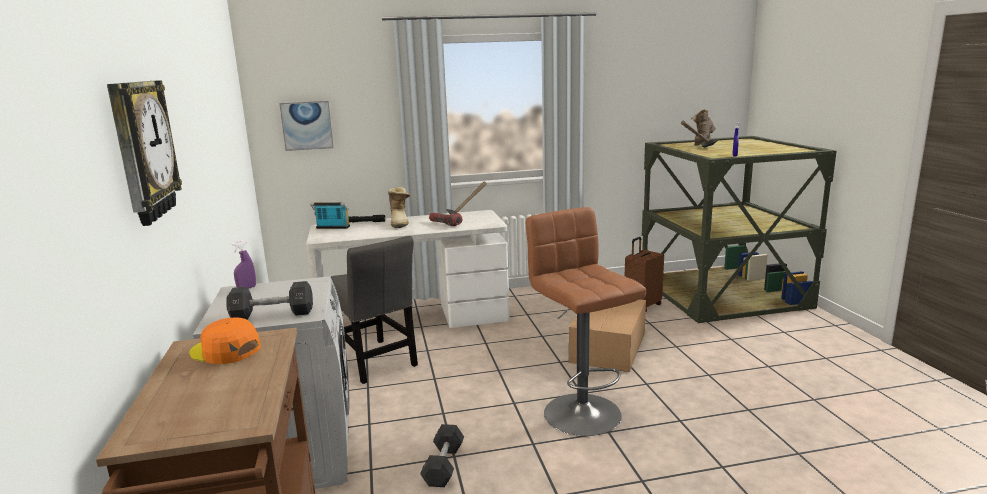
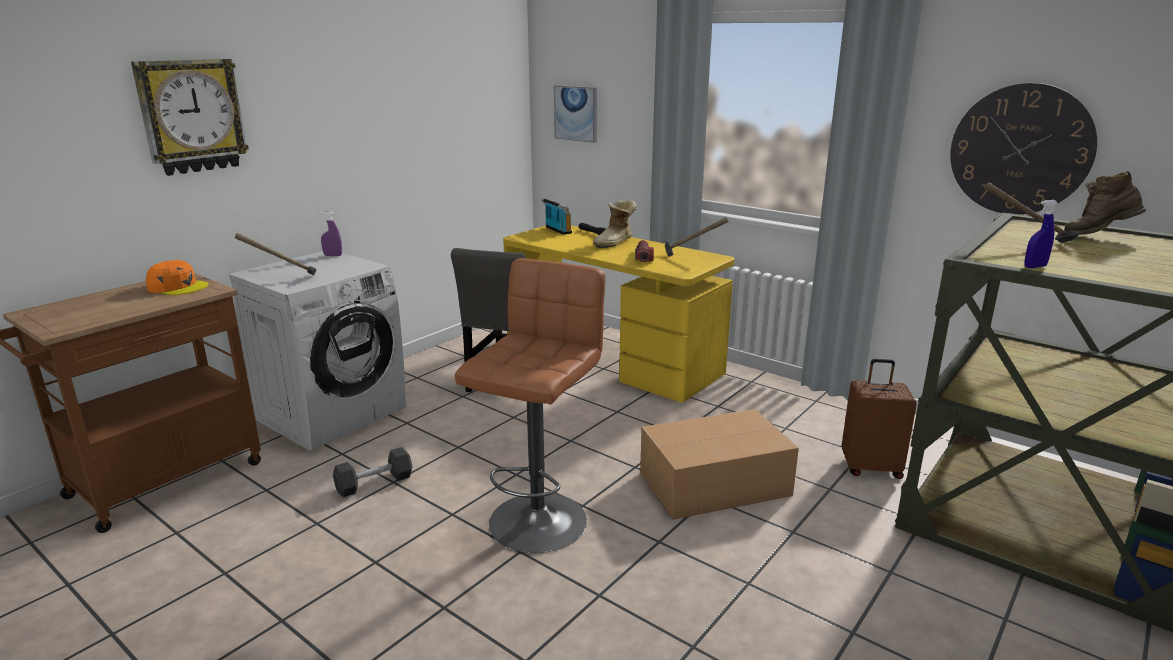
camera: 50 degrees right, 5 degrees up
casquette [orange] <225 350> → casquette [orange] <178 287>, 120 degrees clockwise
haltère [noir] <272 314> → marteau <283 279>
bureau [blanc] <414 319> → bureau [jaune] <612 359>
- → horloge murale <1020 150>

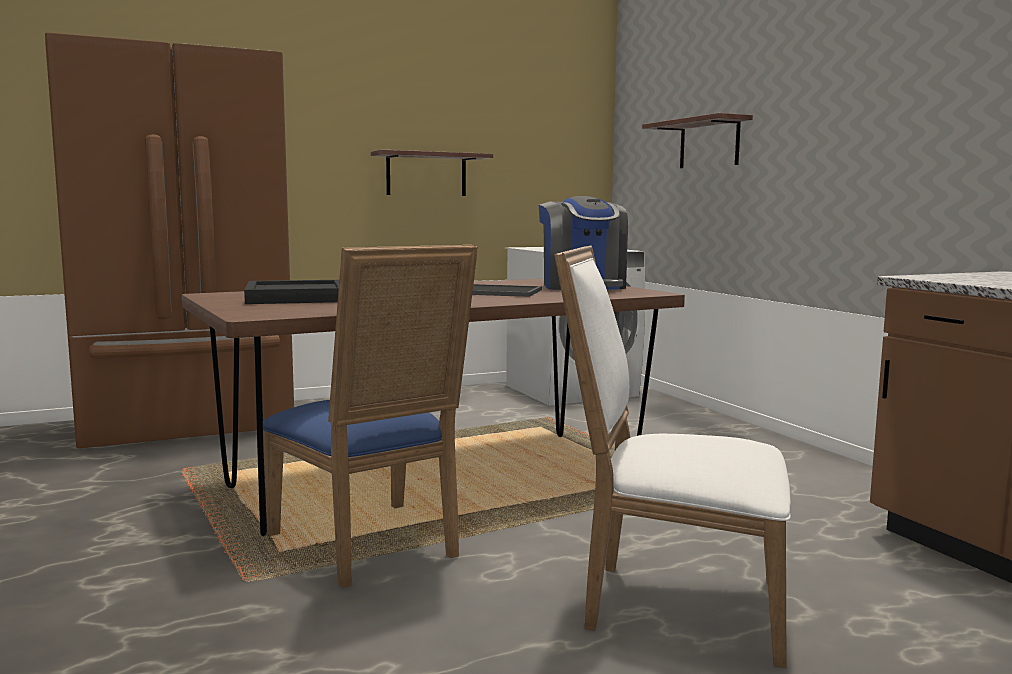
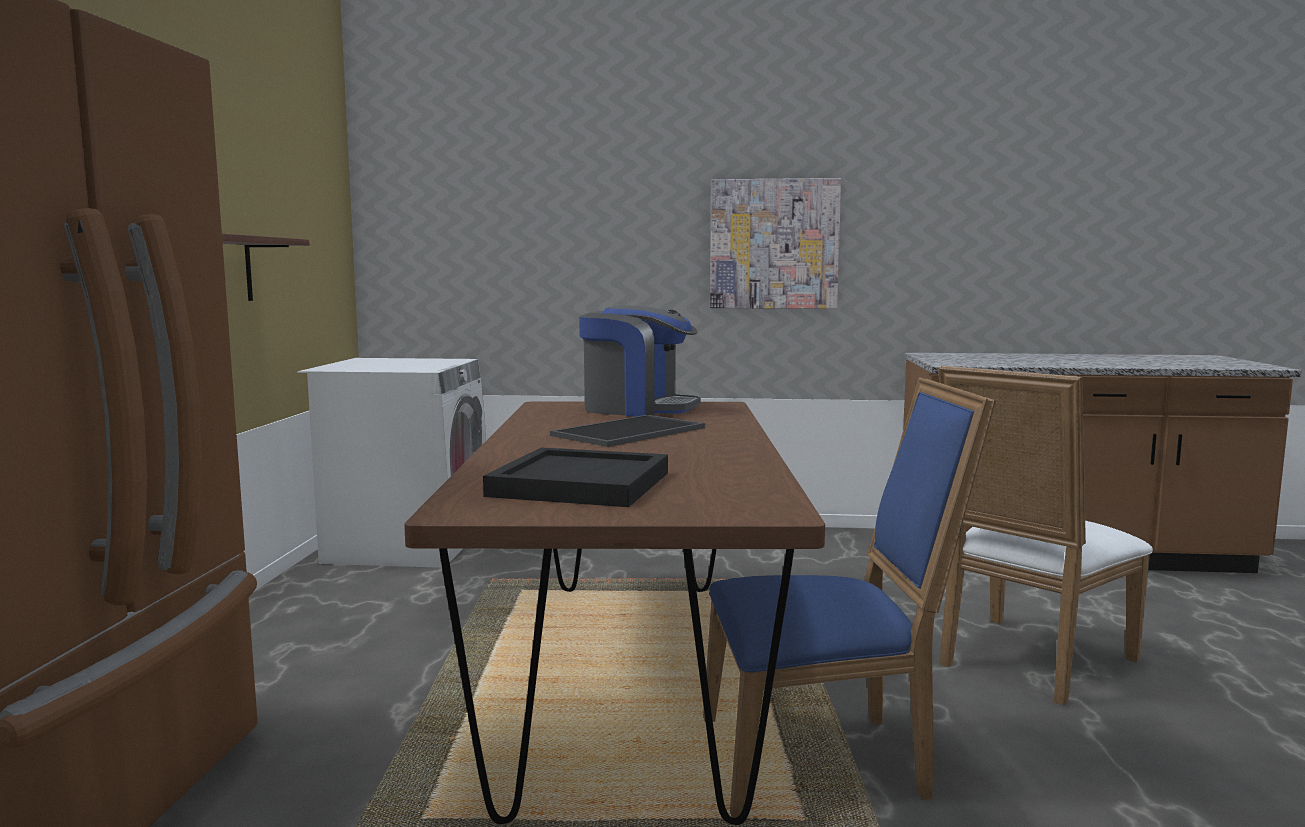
camera: 60 degrees left, 0 degrees up
étagère <709 143> → -
- → tableau <774 244>

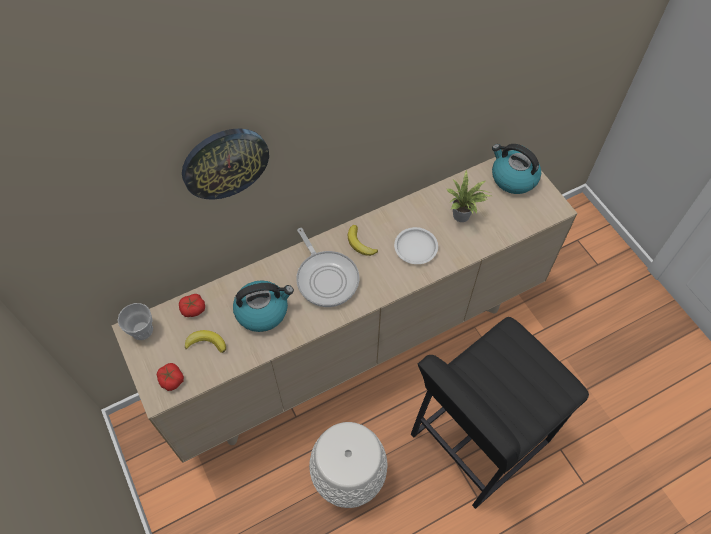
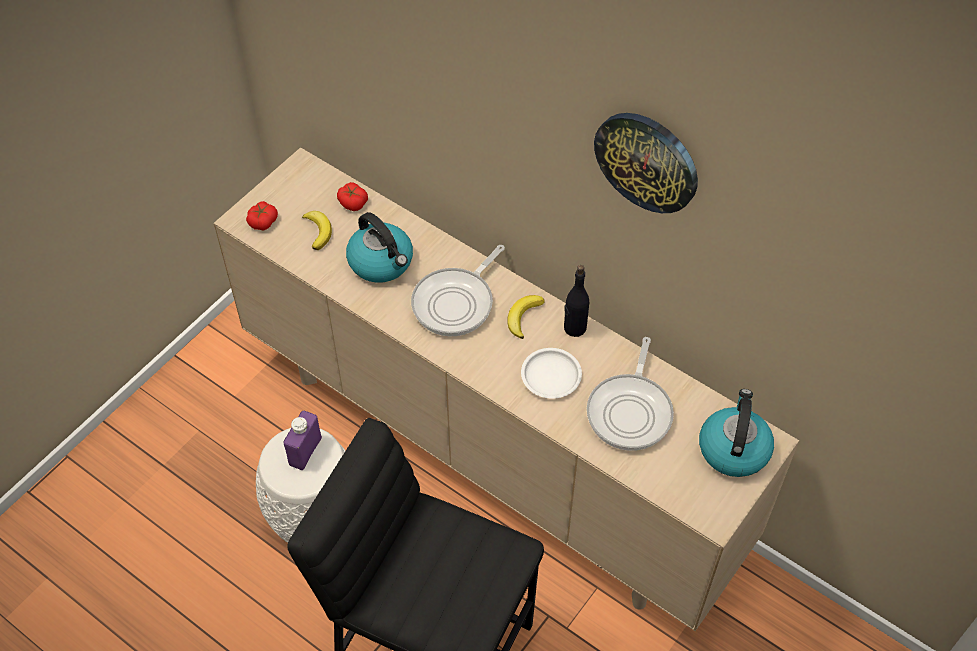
camera: 65 degrees right, 5 degrees down
tasse <142 330> → -
horloge murale <225 162> → horloge murale <647 161>, moved
plante en pot <463 216> → poêle <630 411>
- → bouteille [violet] <305 451>
- → bouteille [noir] <574 328>

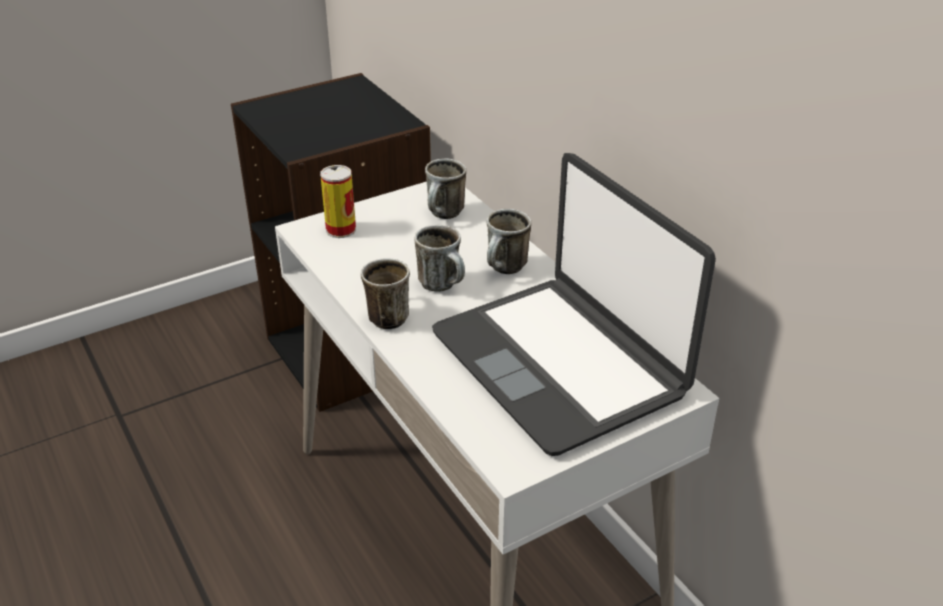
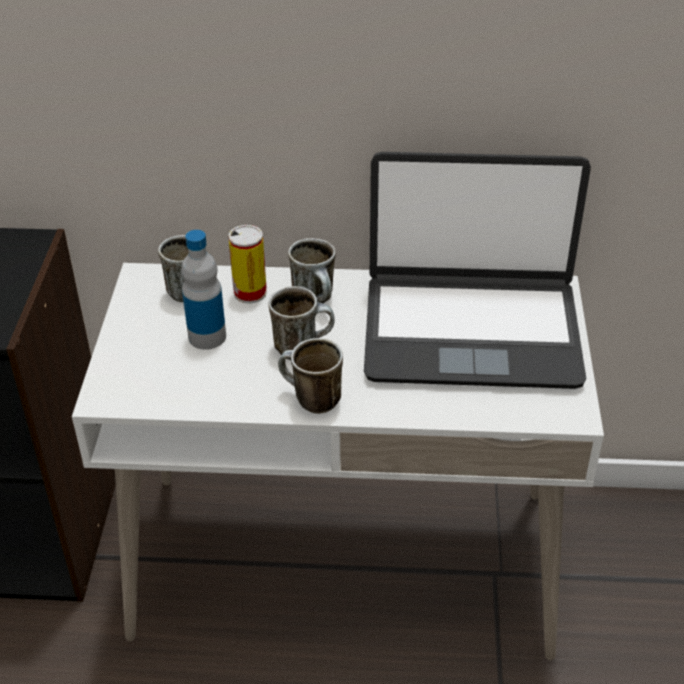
camera: 55 degrees left, 5 degrees up
boîte métallique <341 230> → boîte métallique <250 292>, moved
- → bouteille <207 336>

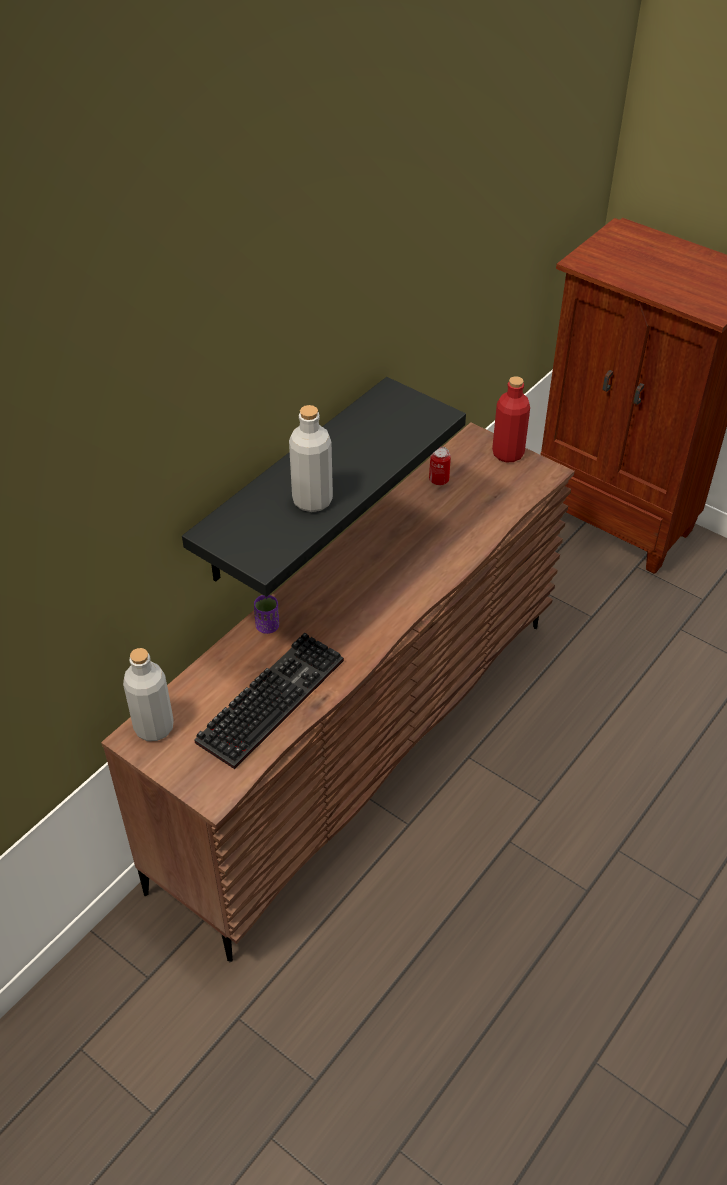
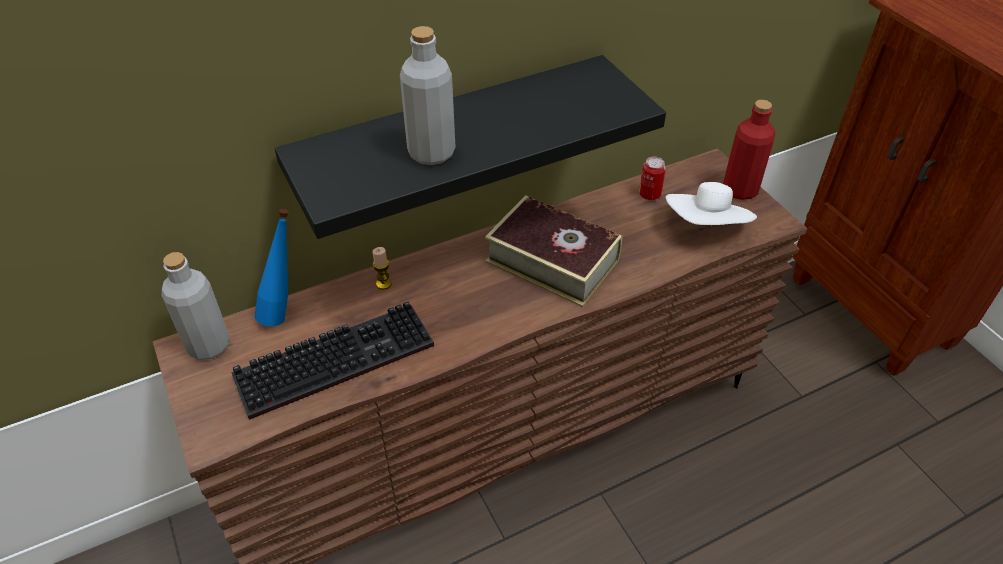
camera: 25 degrees right, 0 degrees up
tasse [violet] <267 626> → bougie <383 283>
- → bouteille [bleu] <284 311>
- → livre <552 261>
- → chapeau [blanc] <707 227>

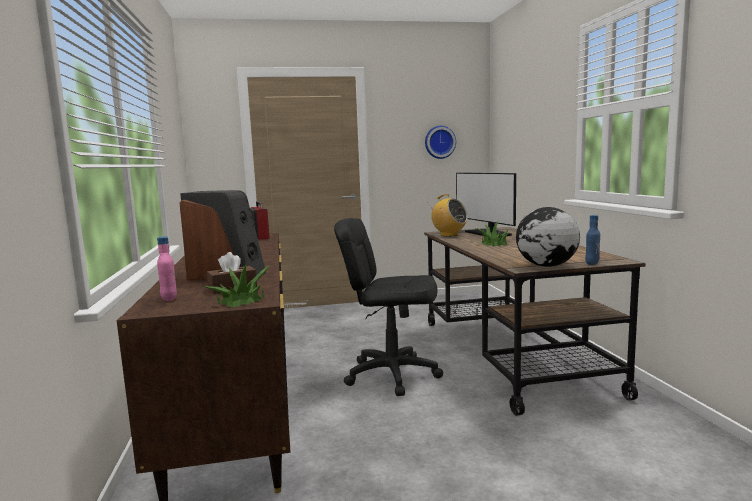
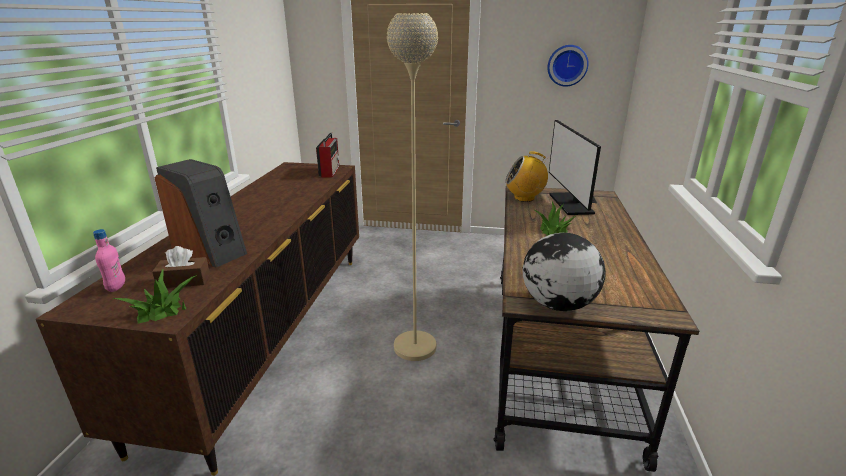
camera: 20 degrees right, 15 degrees up
chaise de bureau [noir] <392 374> → lampadaire [beige] <415 346>
radio <449 235> → radio <524 198>, 120 degrees clockwise
bouteille [bleu] <592 263> → -

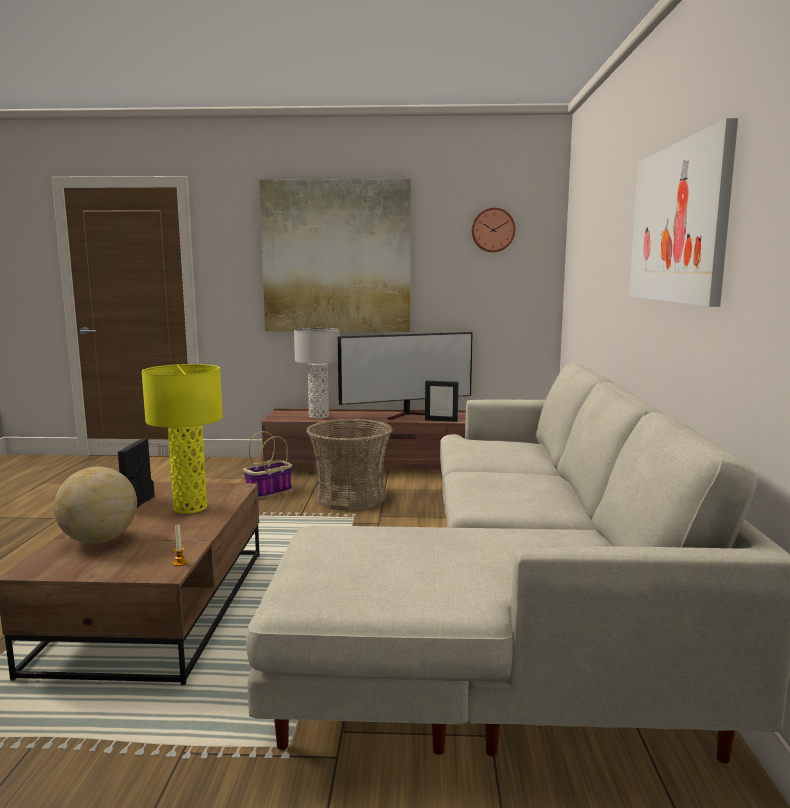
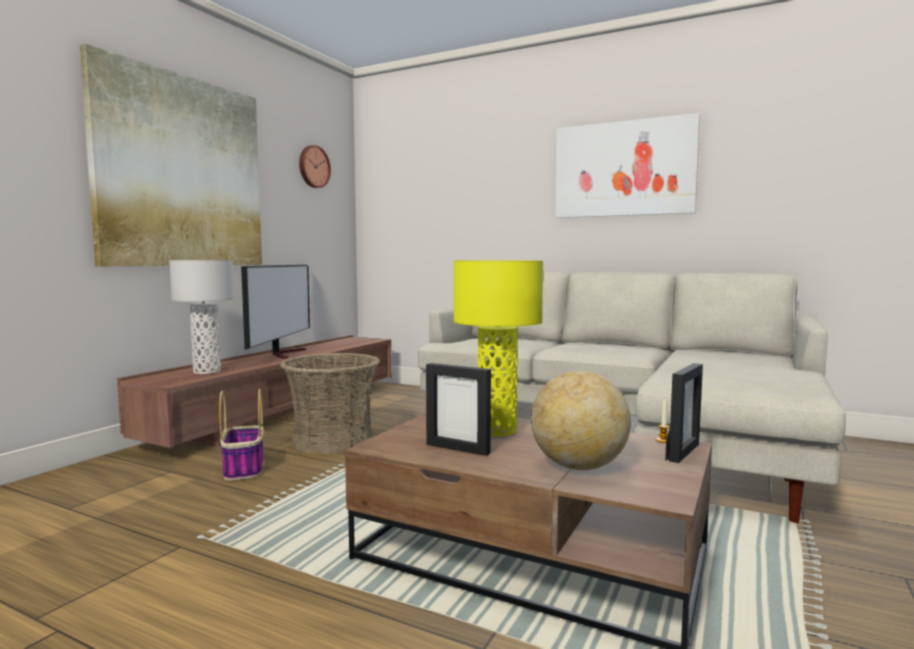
camera: 65 degrees left, 5 degrees down
cadre photo <441 420> → cadre photo <682 452>, moved

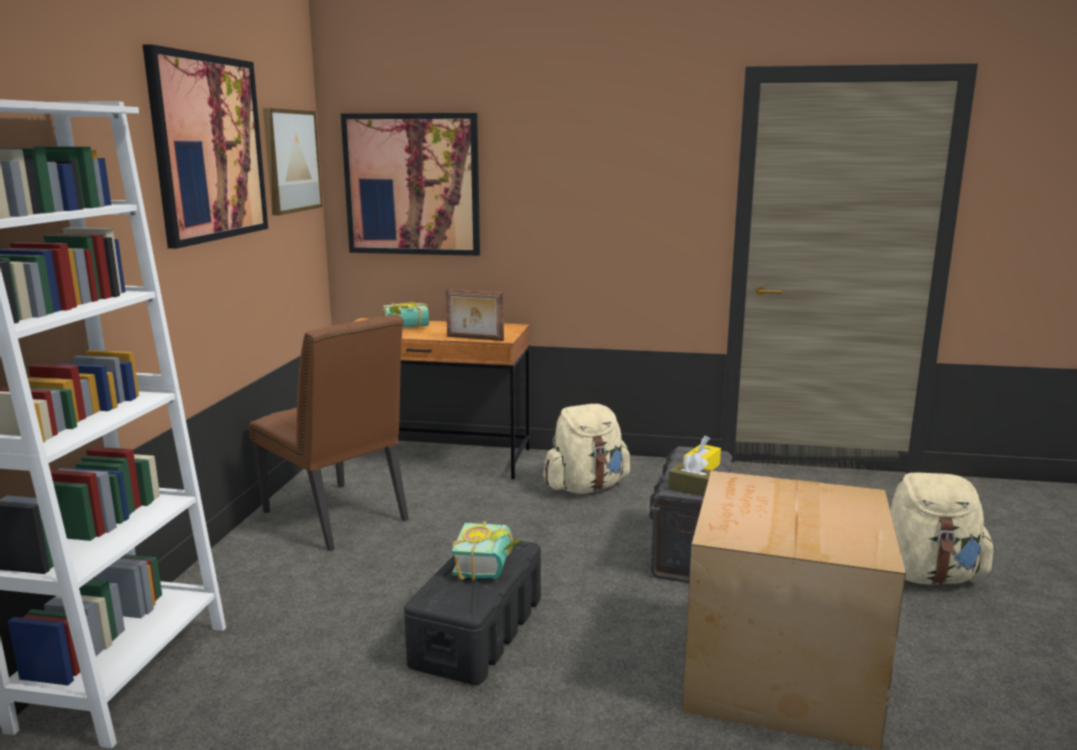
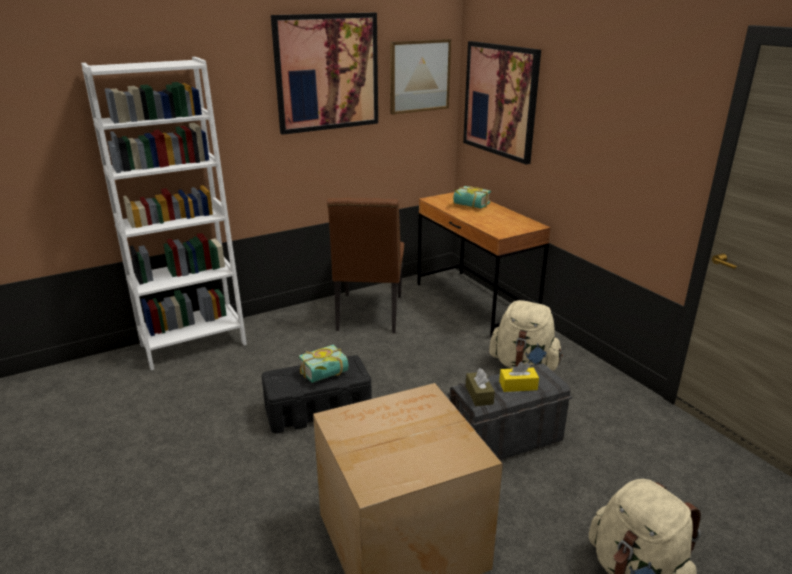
camera: 50 degrees right, 10 degrees up
cadre photo <474 338> → -

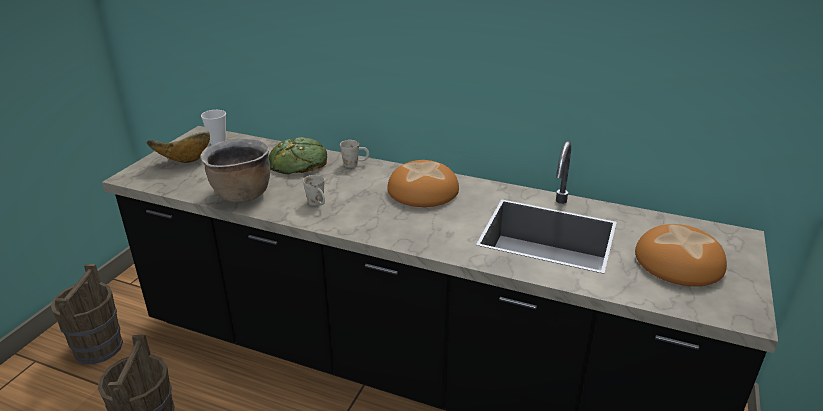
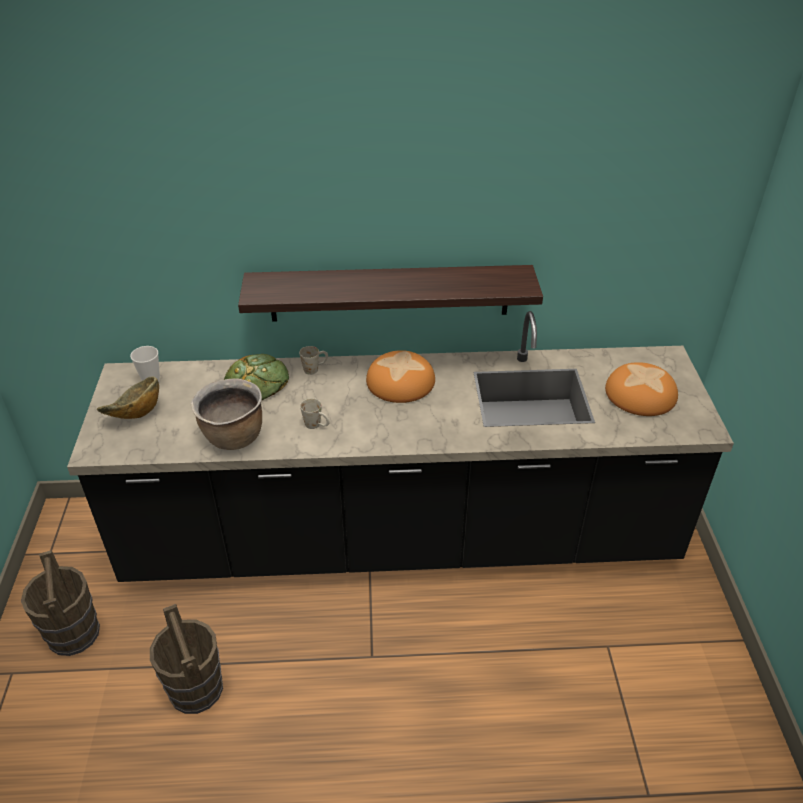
camera: 25 degrees left, 10 degrees up
- → étagère <389 293>

